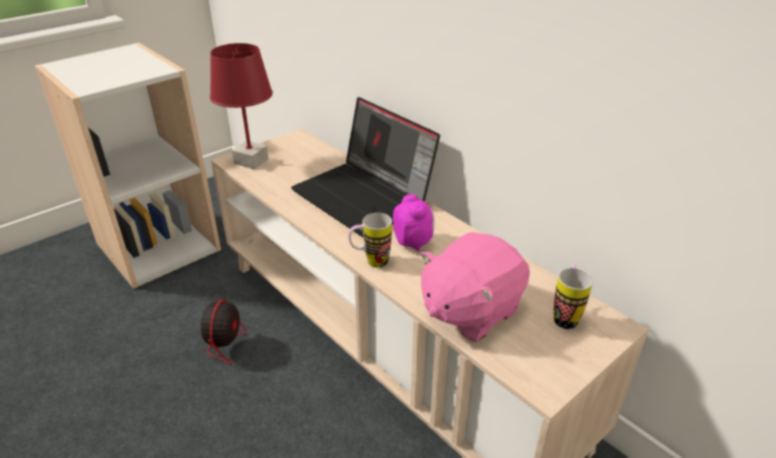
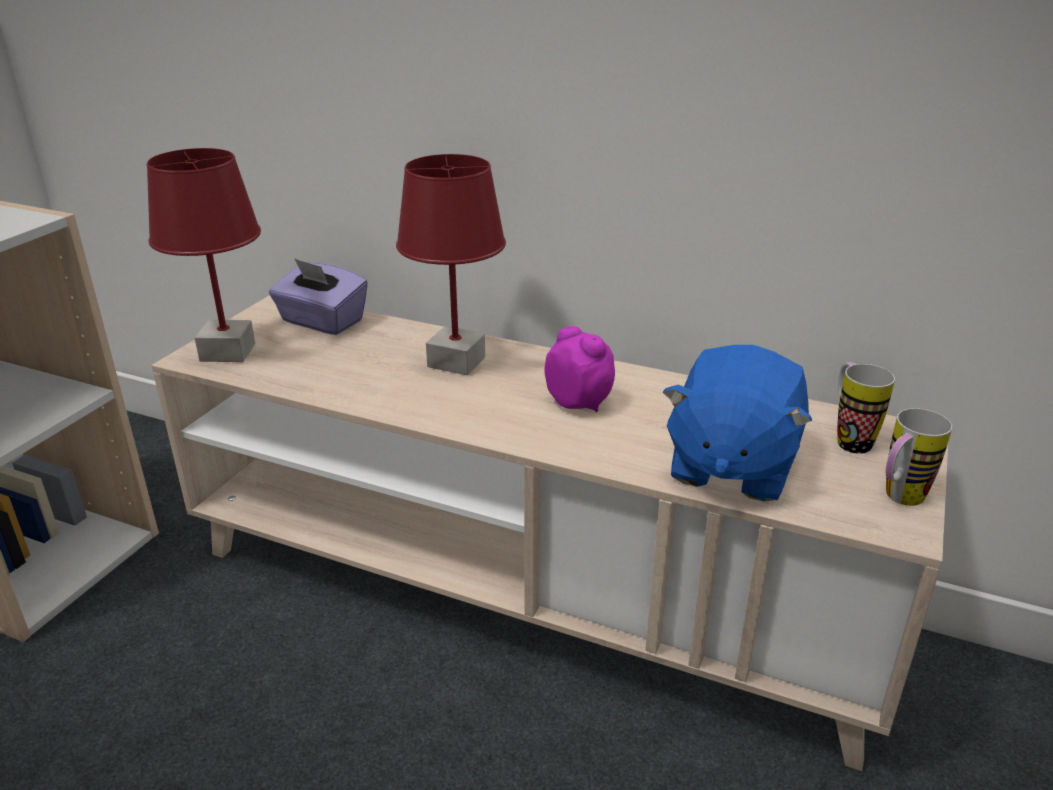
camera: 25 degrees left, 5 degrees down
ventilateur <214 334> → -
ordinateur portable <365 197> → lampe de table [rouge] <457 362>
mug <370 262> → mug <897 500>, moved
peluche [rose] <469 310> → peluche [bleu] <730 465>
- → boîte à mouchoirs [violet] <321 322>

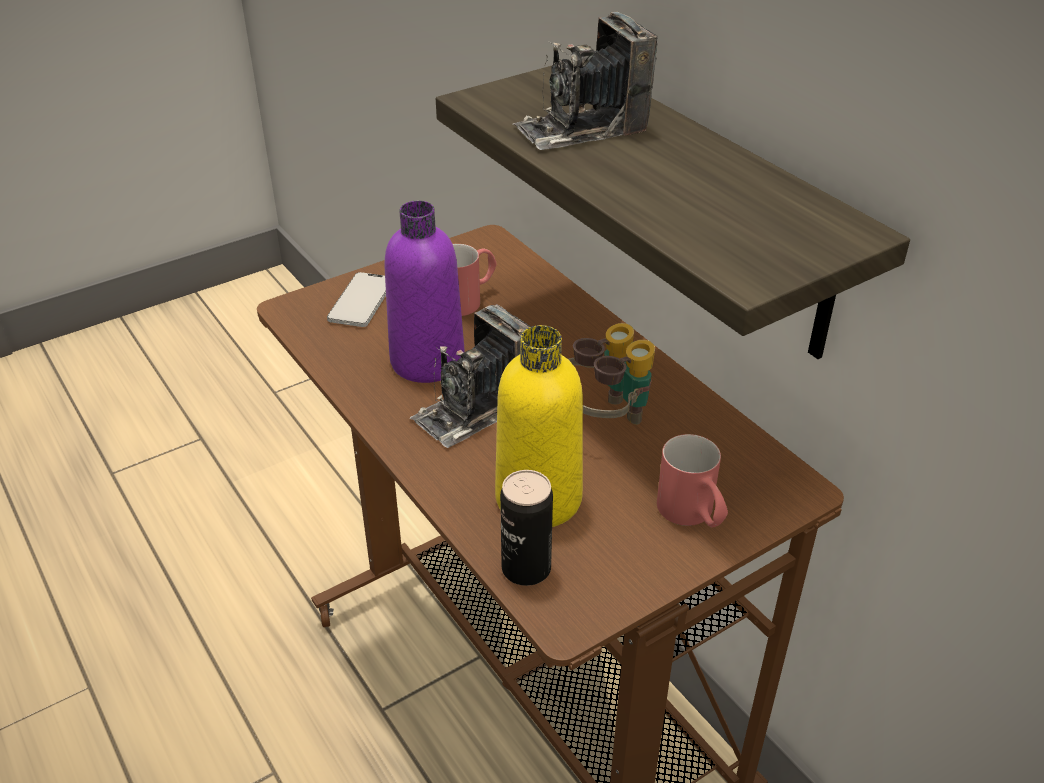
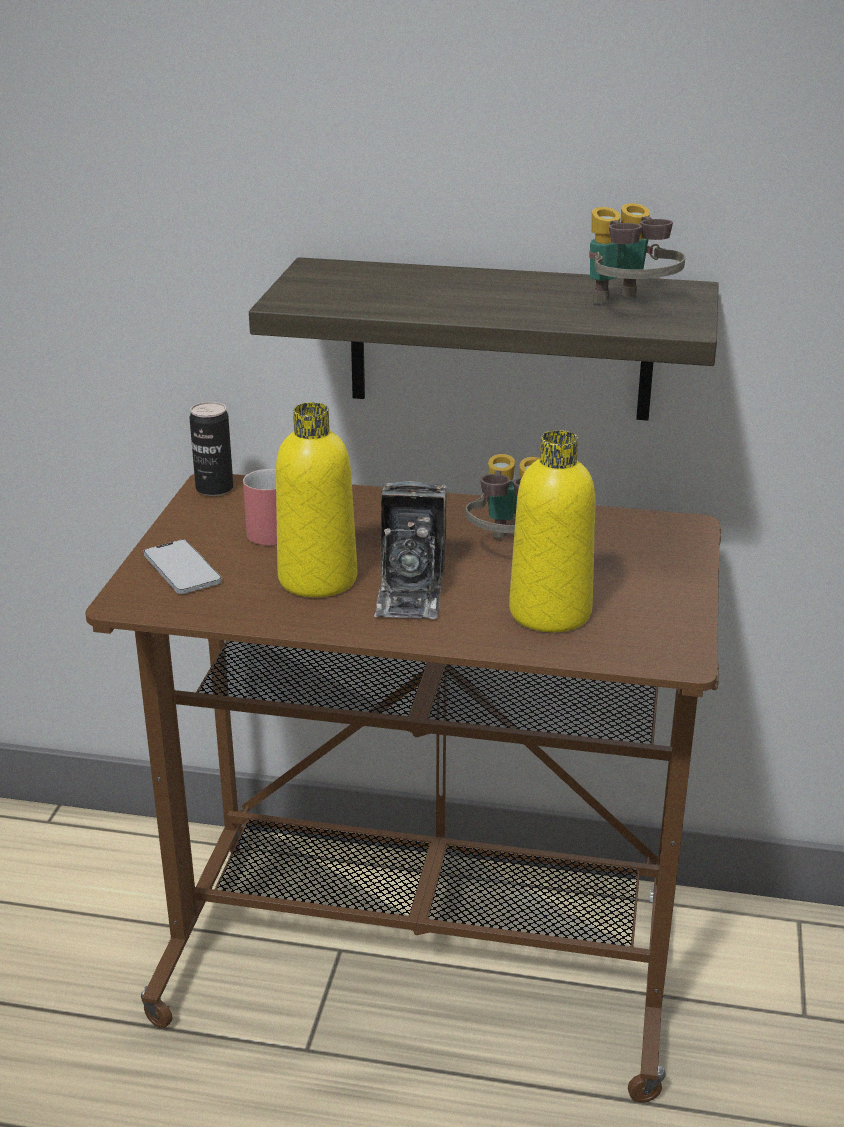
camera: 45 degrees left, 10 degrees down
bouteille [violet] <427 361> → bouteille [jaune] <317 579>
boîte métallique <526 568> → boîte métallique <214 489>, moved
appareil photo <582 128> → -
mug [rouge] <692 516> → -
- → jumelles <627 308>

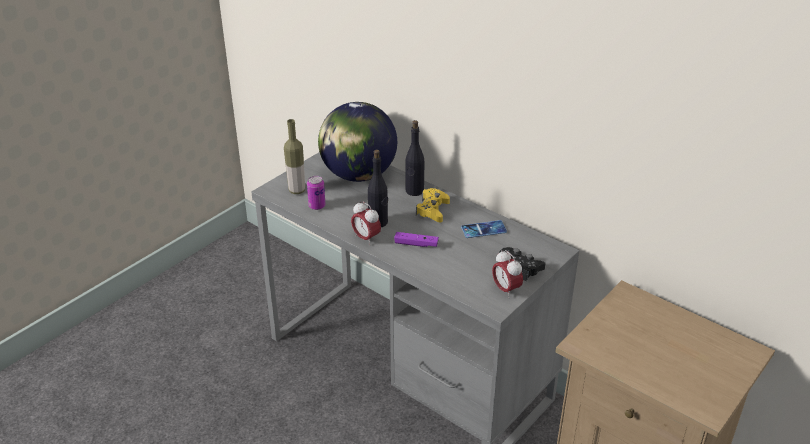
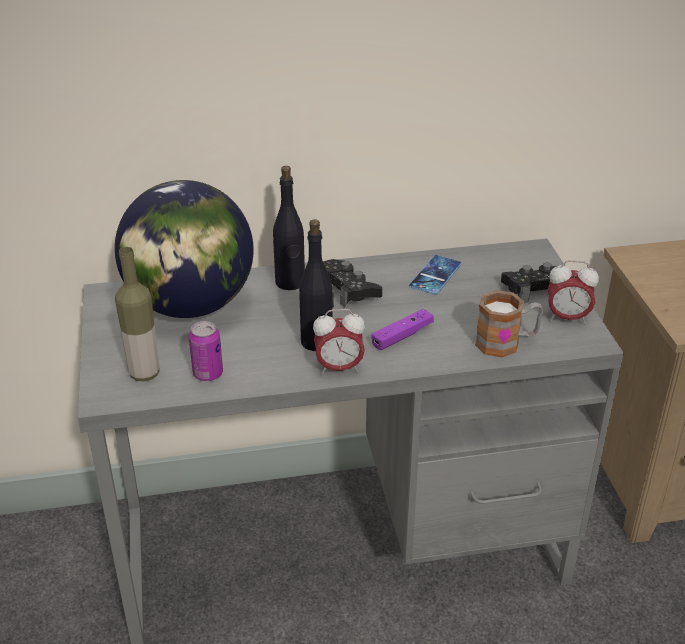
camera: 50 degrees left, 0 degrees up
manette [jaune] <432 210> → manette [noir] <348 289>
- → mug <506 343>

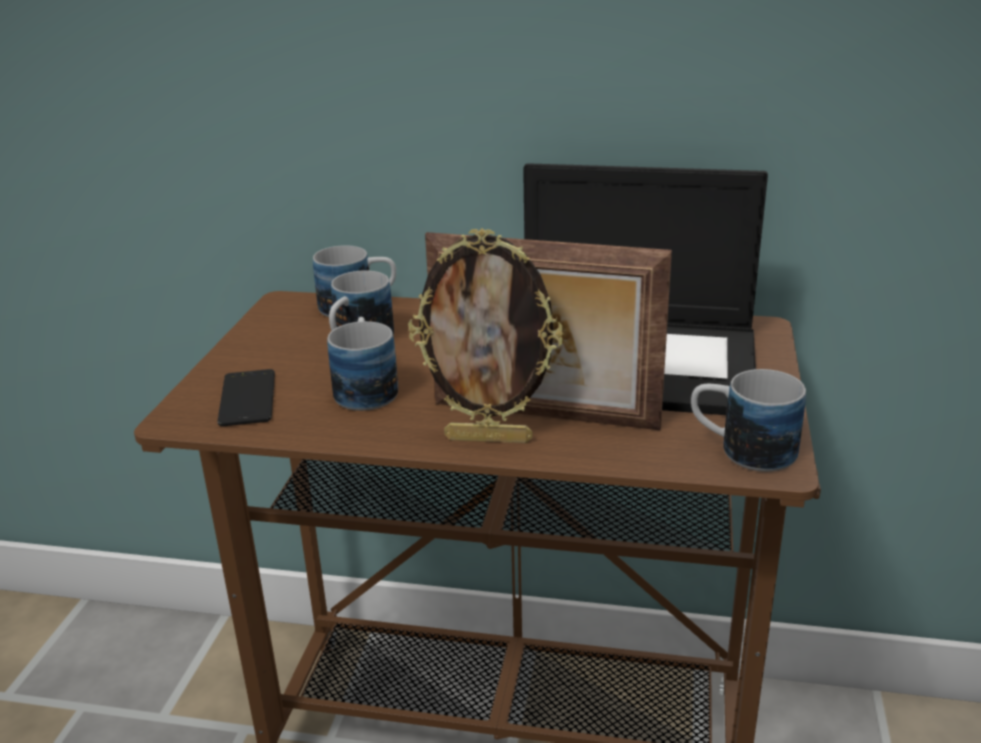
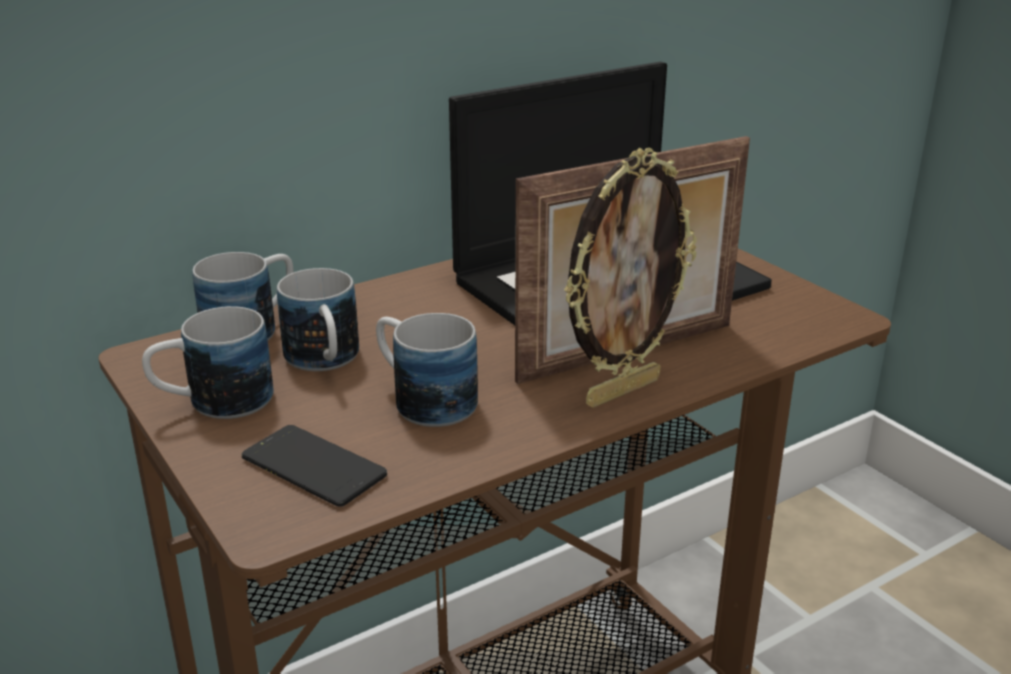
camera: 45 degrees left, 0 degrees up
mug <742 450> → mug <213 403>, moved

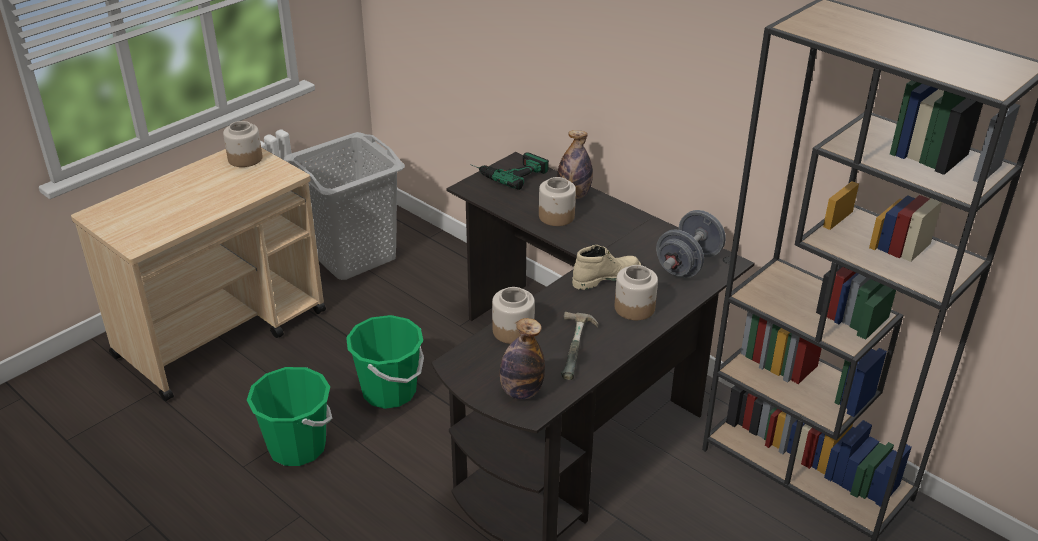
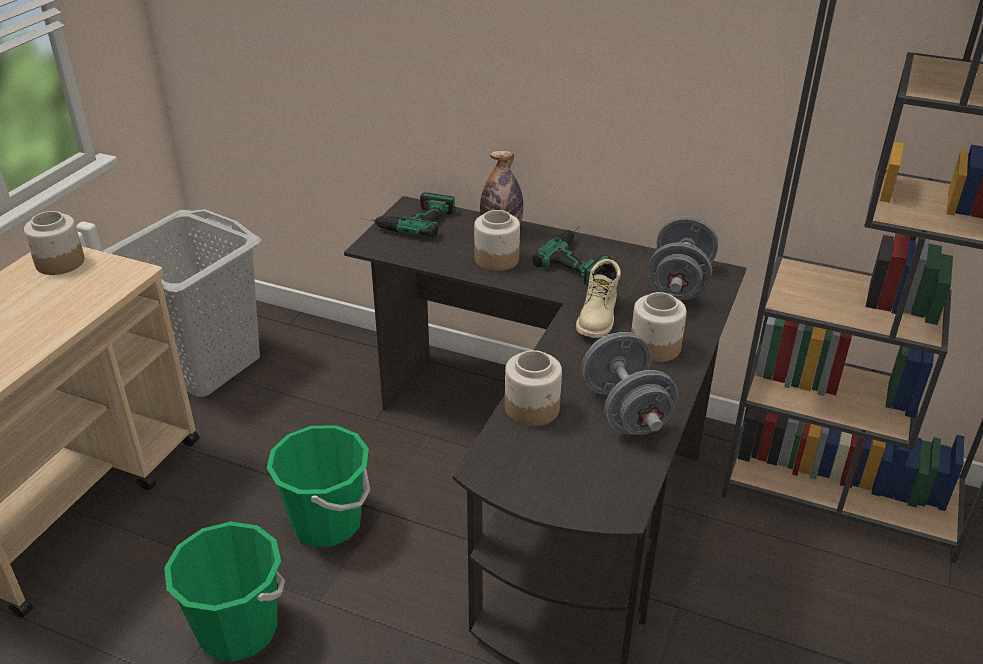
camera: 20 degrees left, 0 degrees up
bouteille <521 392> → -
marteau <579 348> → haltère [gris] <625 410>
botte [beige] <605 277> → botte [beige] <598 318>, 150 degrees clockwise
- → perceuse <581 258>

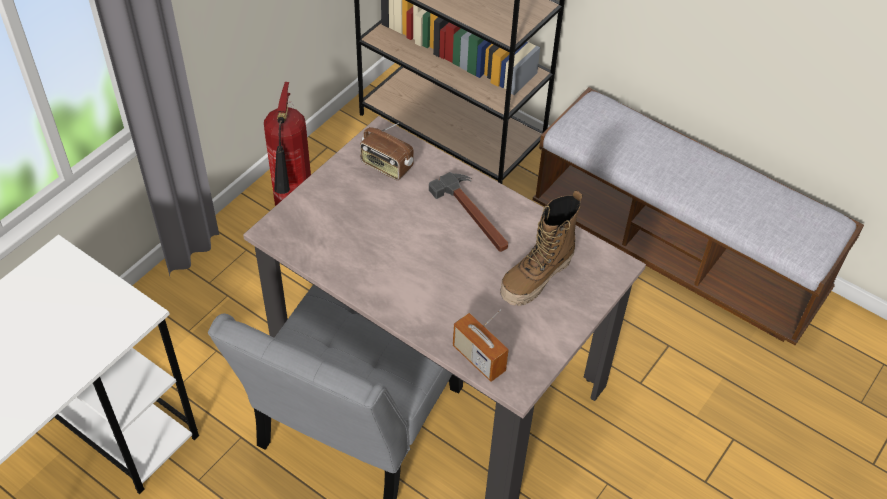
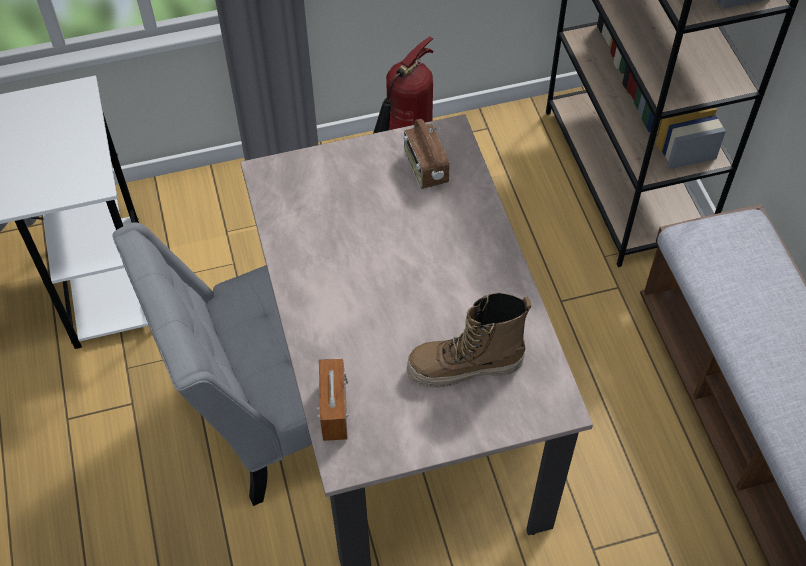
camera: 40 degrees right, 5 degrees up
marteau <473 215> → -

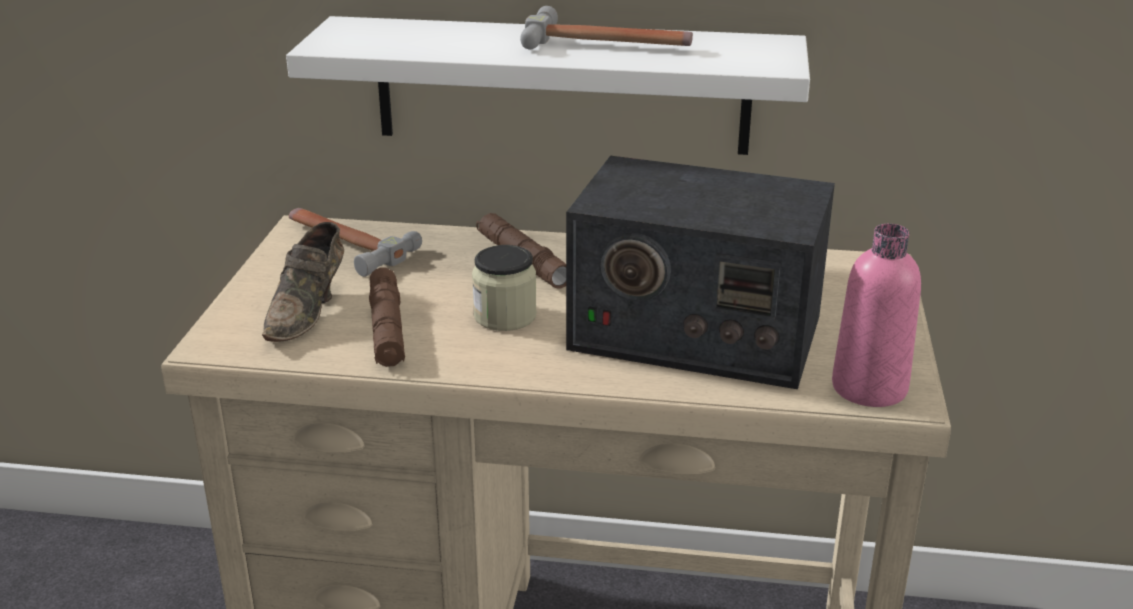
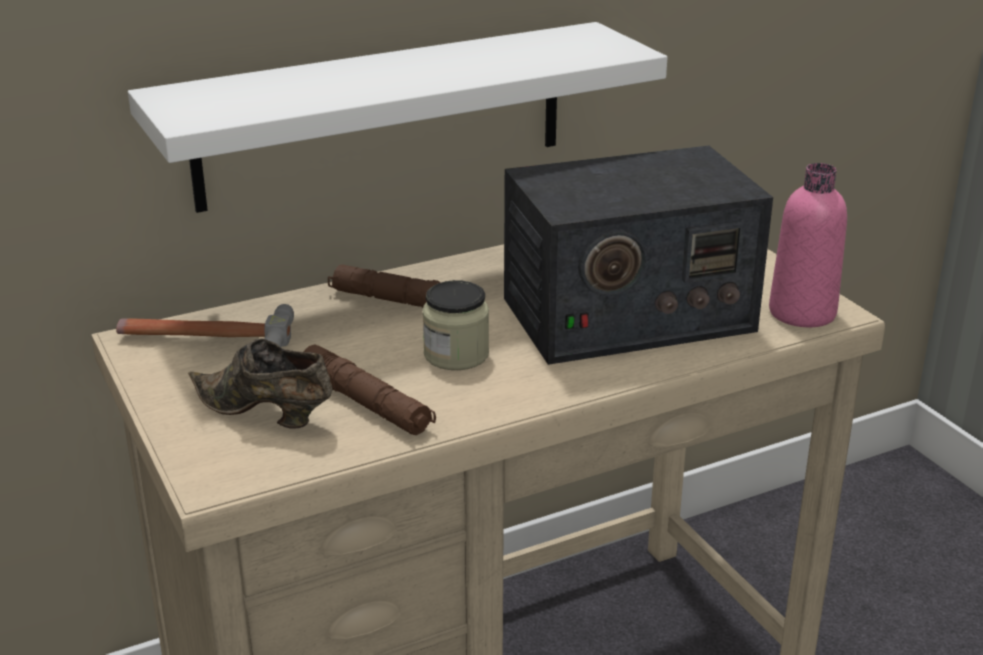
camera: 35 degrees left, 0 degrees up
chaussure [marron] <309 311> → chaussure [marron] <265 415>, 135 degrees clockwise
marteau <608 45> → -

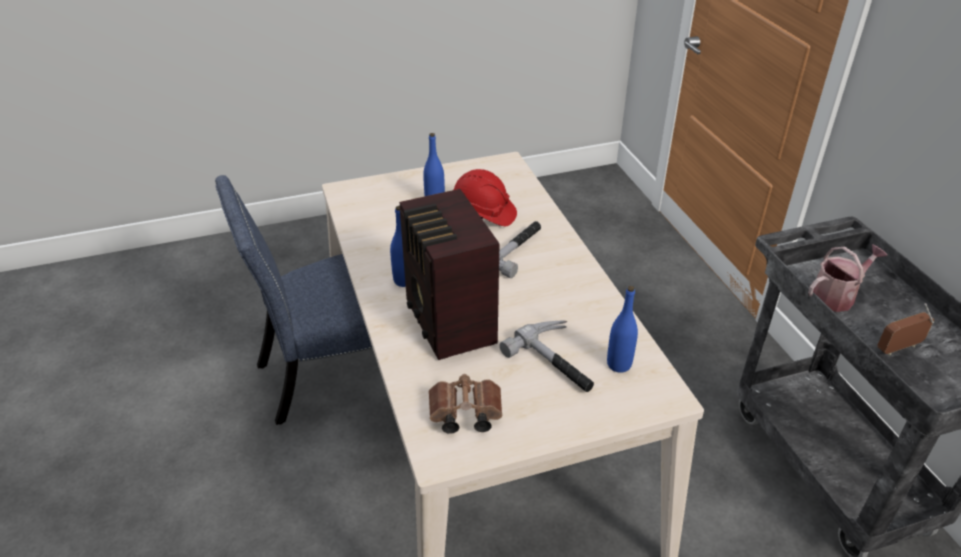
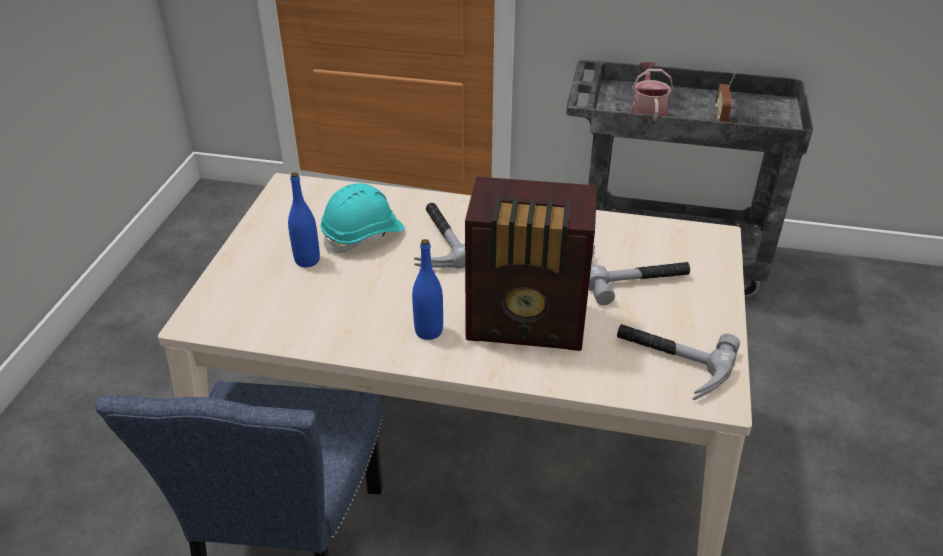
camera: 60 degrees left, 0 degrees up
jumelles [marron] <463 415> → marteau <670 362>
casque de chantier [rouge] <482 213> → casque de chantier [turquoise] <363 235>
bouteille [bleu] <619 364> → -

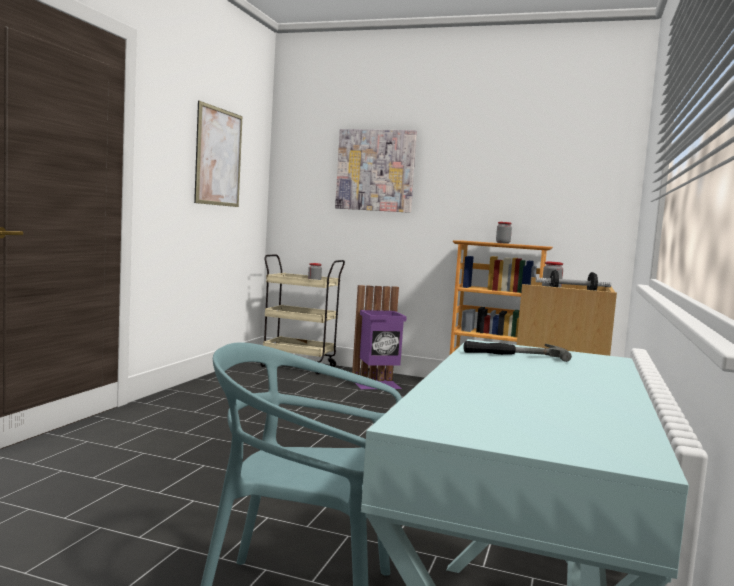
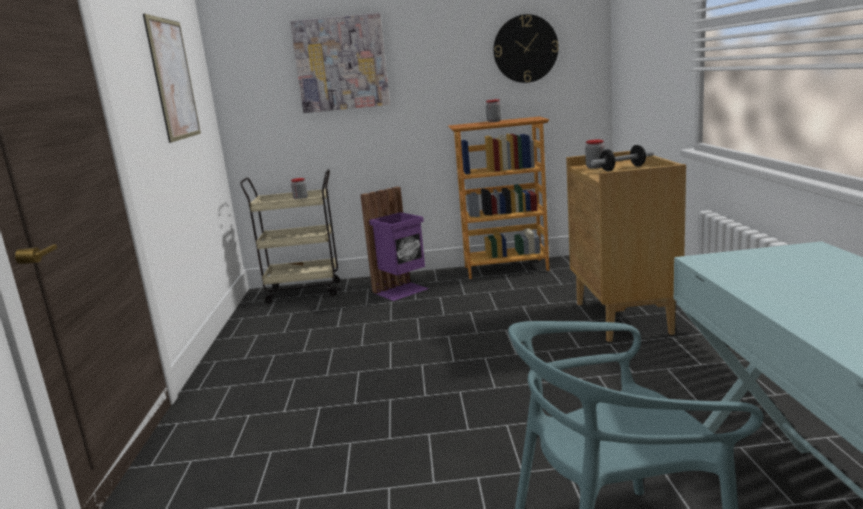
camera: 20 degrees left, 10 degrees up
marteau <514 354> → -
- → horloge murale <525 49>

